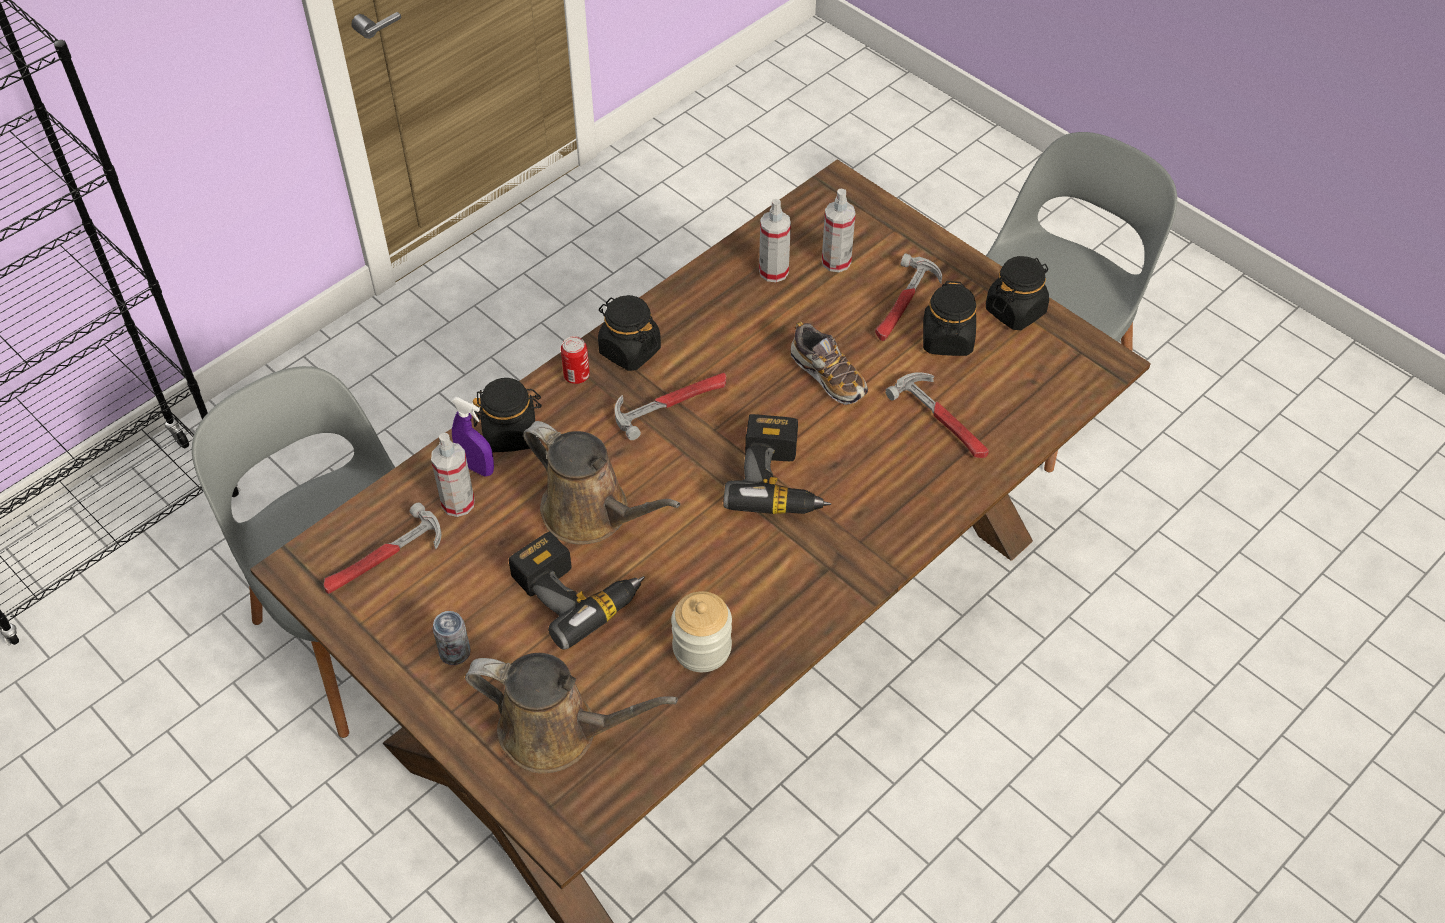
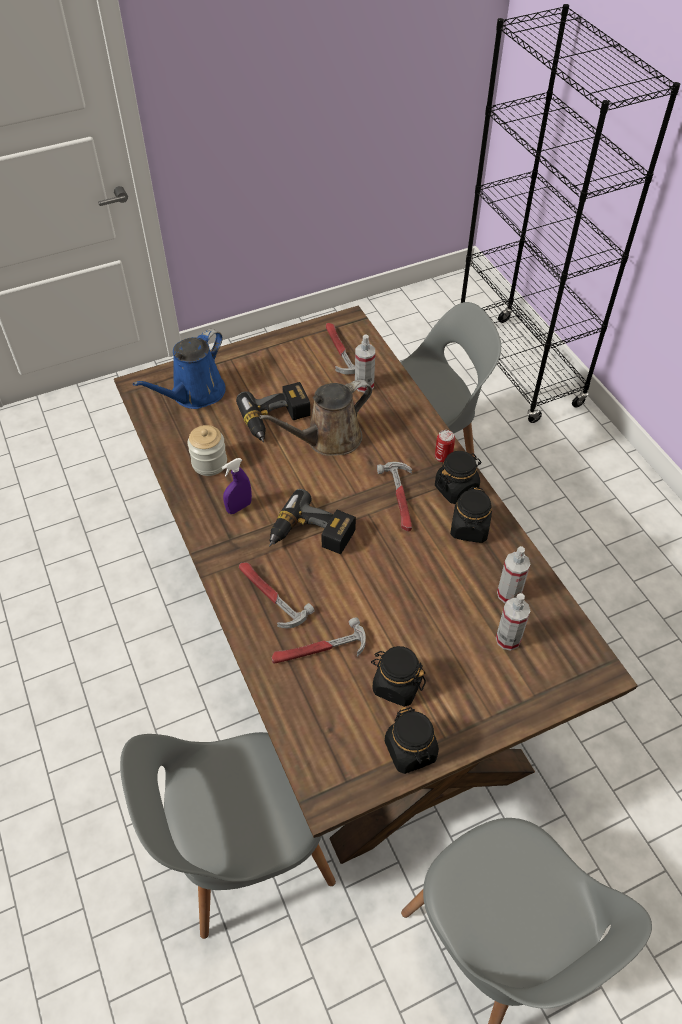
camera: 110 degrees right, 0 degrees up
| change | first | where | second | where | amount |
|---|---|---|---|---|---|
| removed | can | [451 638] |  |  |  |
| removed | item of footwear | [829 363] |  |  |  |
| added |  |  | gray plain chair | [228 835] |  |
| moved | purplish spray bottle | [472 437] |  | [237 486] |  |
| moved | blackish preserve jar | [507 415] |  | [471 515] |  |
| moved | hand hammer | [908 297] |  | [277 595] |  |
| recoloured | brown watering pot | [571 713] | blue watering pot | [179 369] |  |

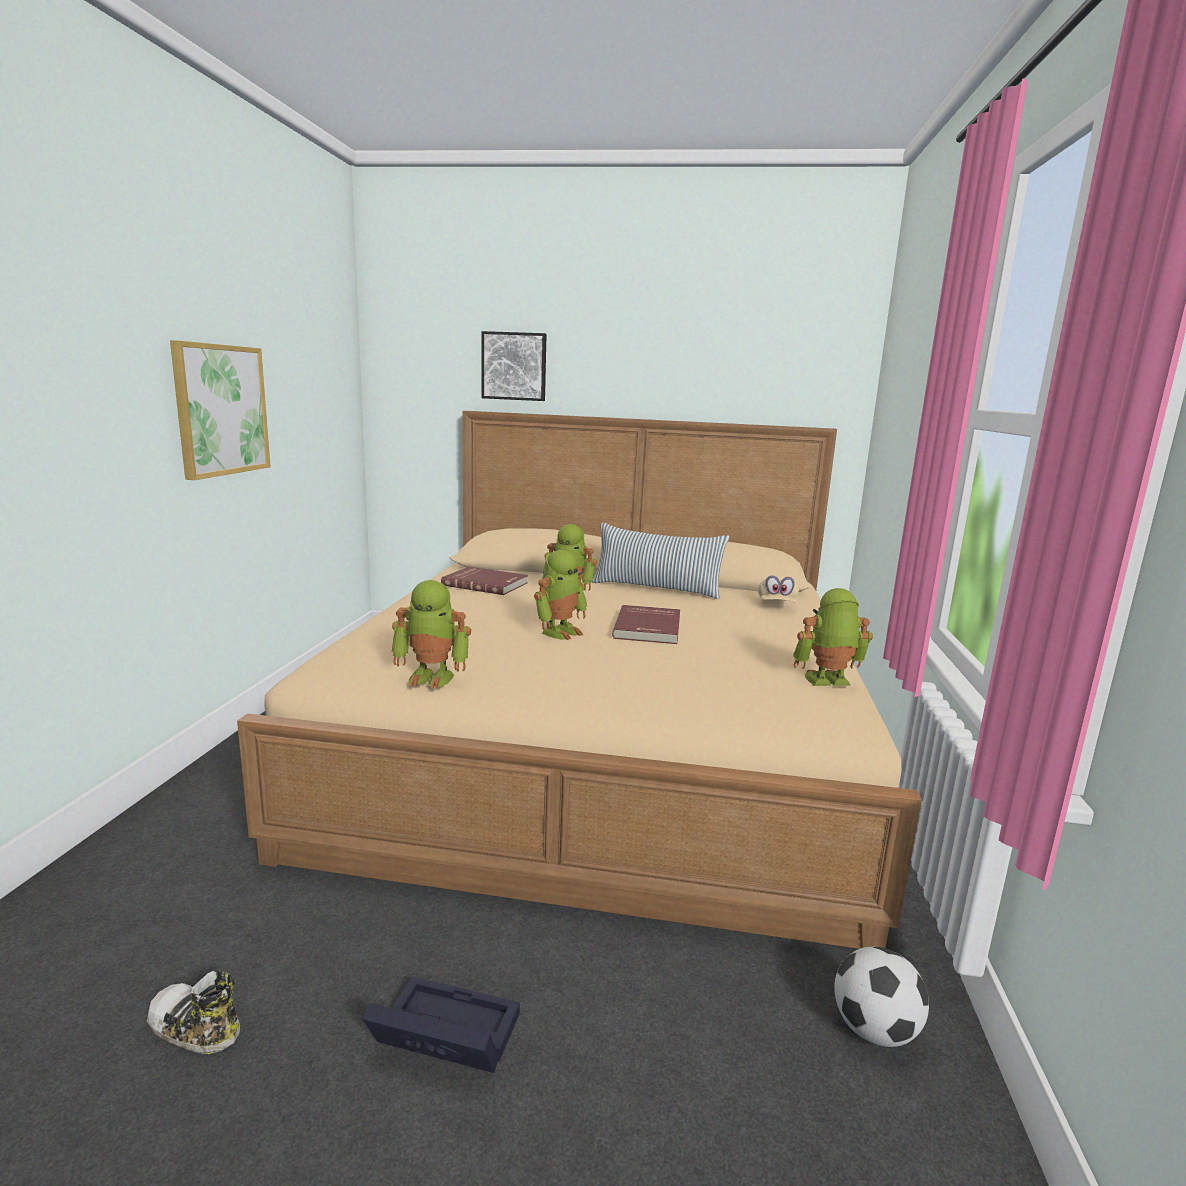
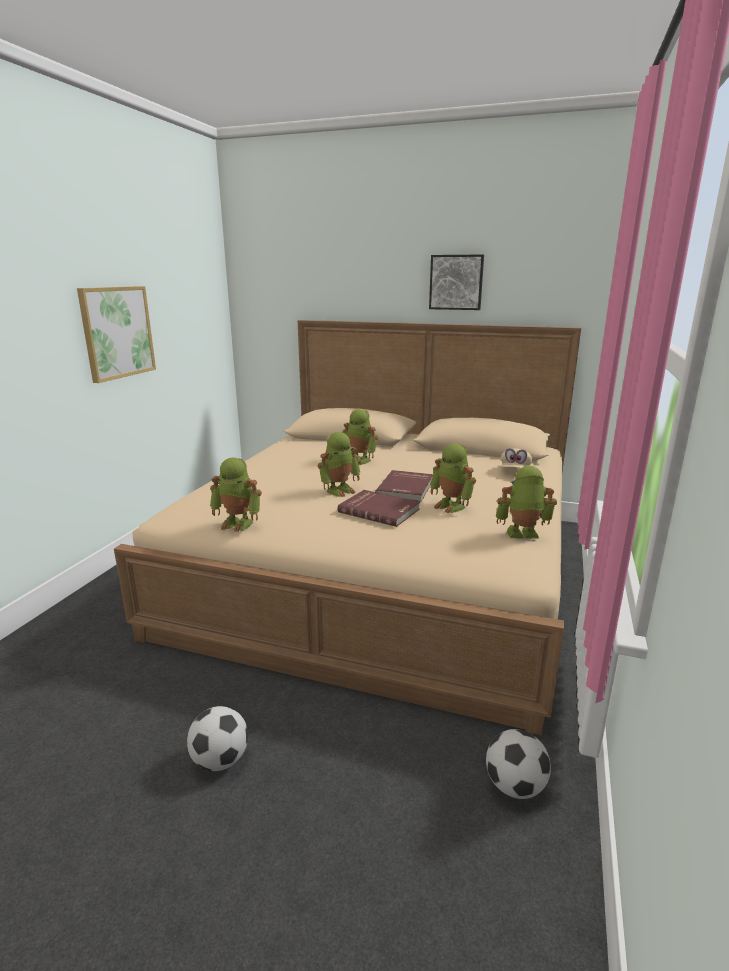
camera: 10 degrees right, 5 degrees up
| change | first | where | second | where | amount |
|---|---|---|---|---|---|
| removed | item of footwear | [193 1012] |  |  |  |
| removed | throw pillow | [660 561] |  |  |  |
| added |  |  | robot figure | [453 478] |  |
| moved | reddish volume | [484 581] |  | [379 508] |  |
| moved | picture | [514 366] |  | [456 282] |  |
| replaced | blackish storage bin | [441 1024] | football ball | [217 738] |  |

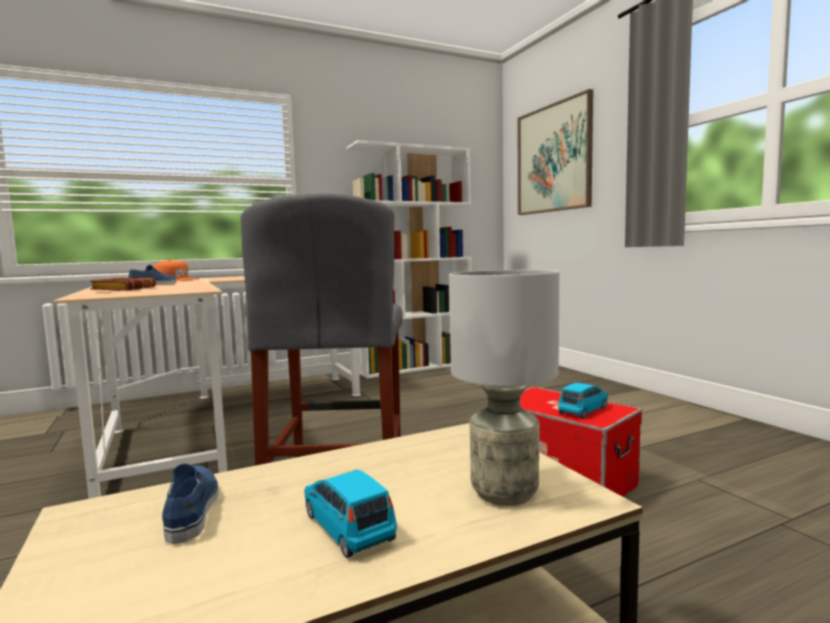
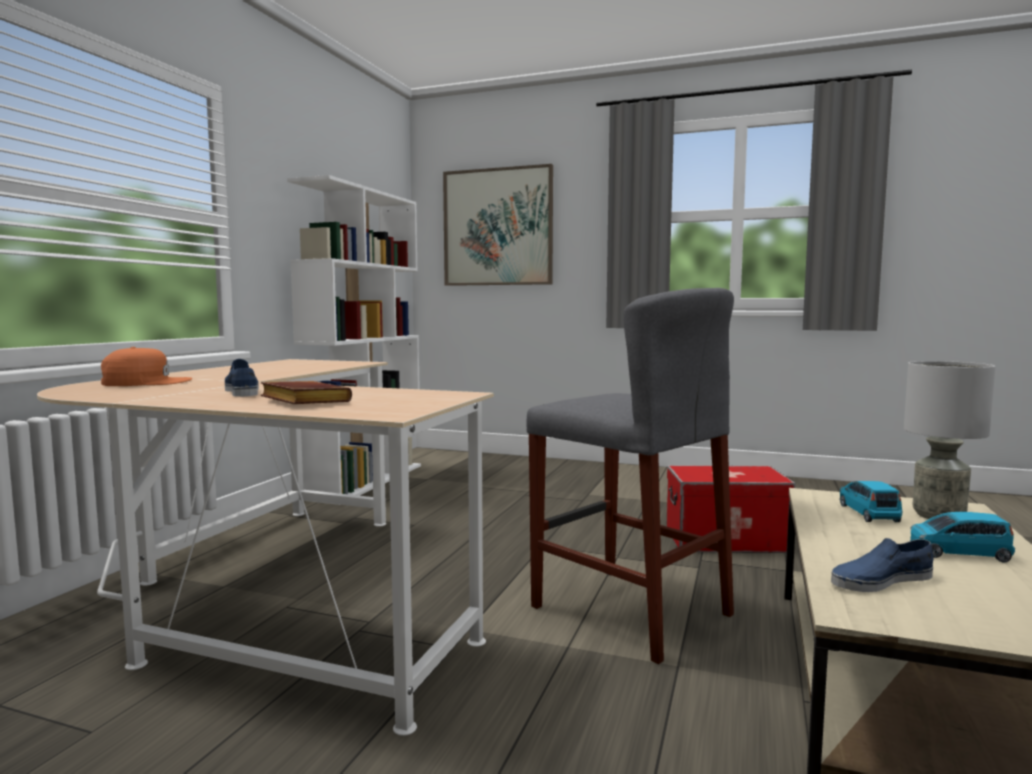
camera: 45 degrees left, 0 degrees up
| change | first | where | second | where | amount |
|---|---|---|---|---|---|
| moved | blue model car | [583 401] |  | [871 501] |  |
| turned | blue item of footwear | [190 503] |  | [882 565] | 45 degrees counterclockwise |

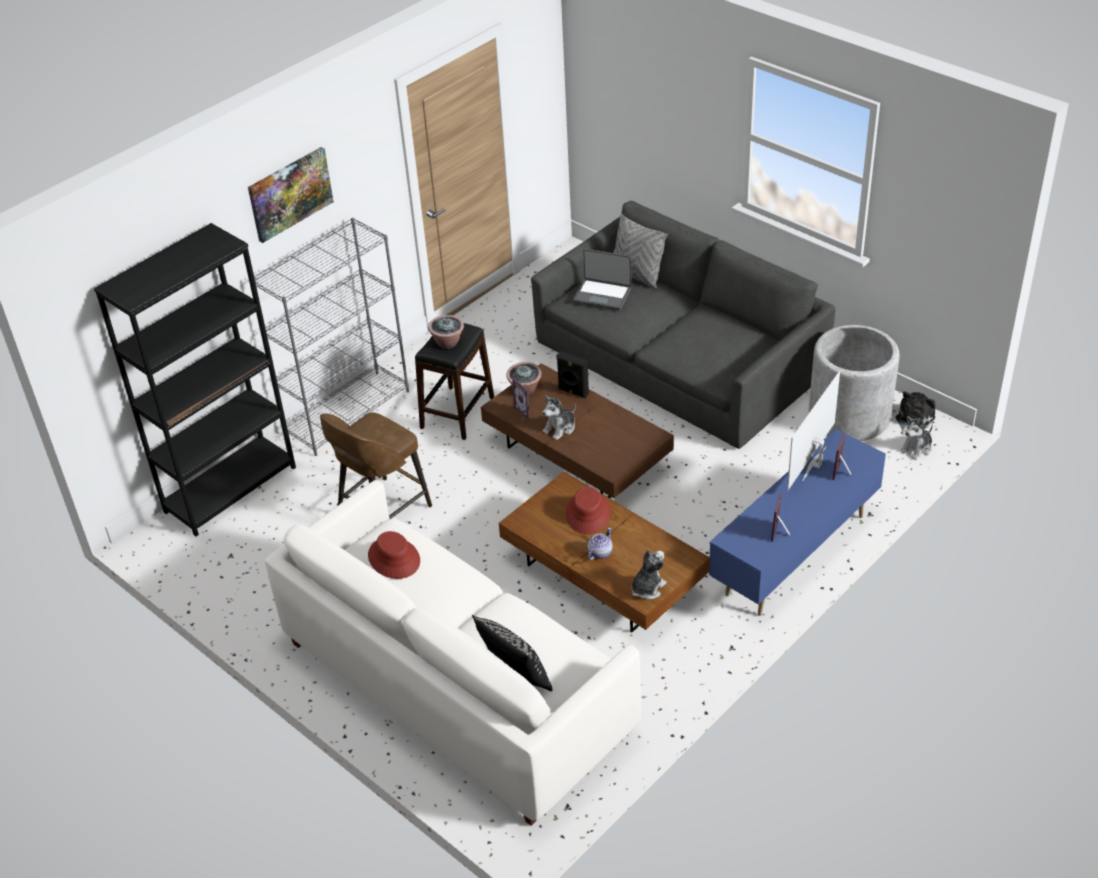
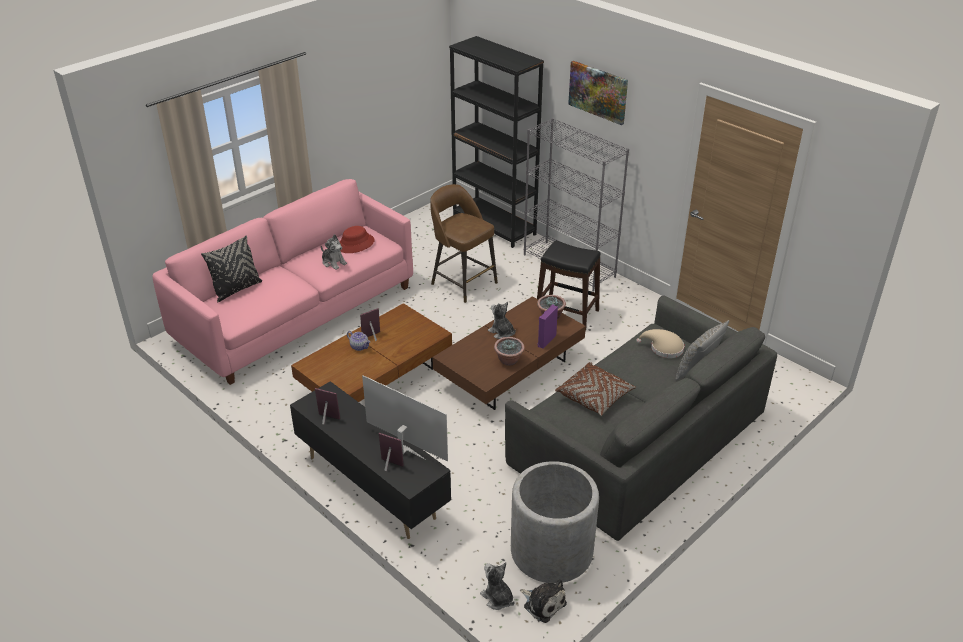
camera: 90 degrees right, 5 degrees down
| change | first | where | second | where | amount |
|---|---|---|---|---|---|
| removed | reddish wearable hat | [588 510] |  |  |  |
| added |  |  | brown throw pillow | [595 389] |  |
| moved | potted plant | [446 332] |  | [509 351] |  |
| moved | picture frame | [520 399] |  | [370 324] |  |
| moved | cuddly toy | [649 575] |  | [334 252] |  |
| replaced | portable computer | [602 279] | sand-coloured wearable hat | [660 343] |  |
| recoloured | whitish couch | [453 653] | pink-coloured couch | [283 282] |  |
| recoloured | blackish loudspeaker | [572 375] | purplish loudspeaker | [548 326] |  |
| recoloured | blue media console | [797 522] | blackish media console | [370 460] |  |

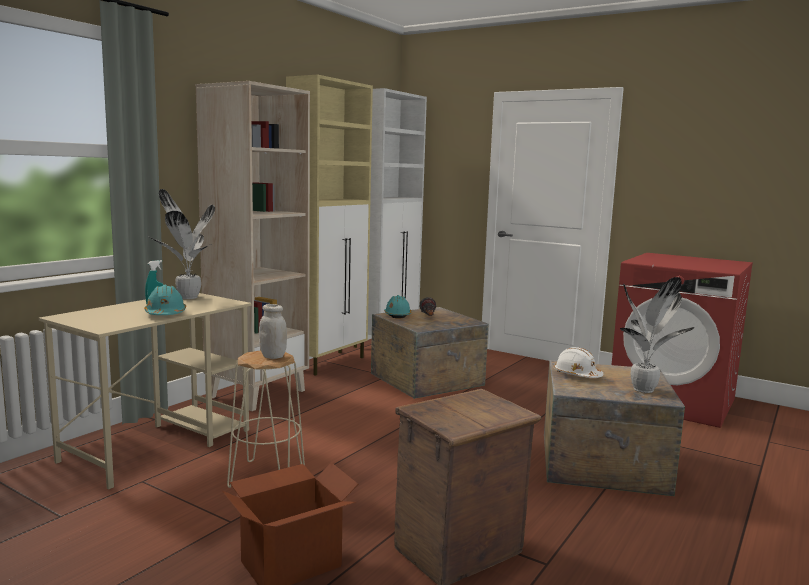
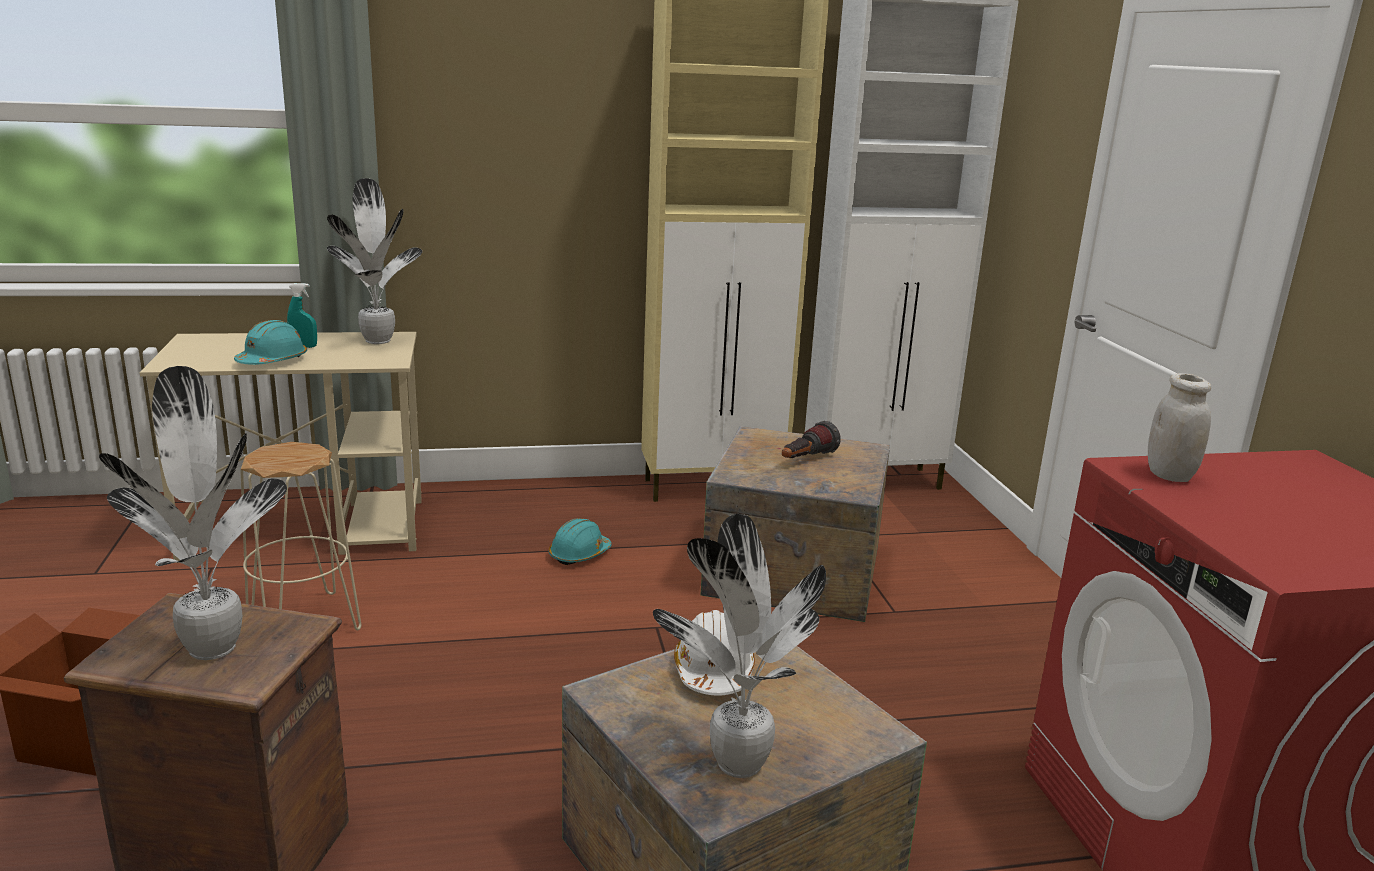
camera: 45 degrees right, 10 degrees up
| change | first | where | second | where | amount |
|---|---|---|---|---|---|
| removed | sand-coloured bookcase | [253 246] |  |  |  |
| added |  |  | potted plant | [193 513] |  |
| moved | whitish preserve jar | [273 331] |  | [1179 427] |  |
| moved | turquoise-coloured hard hat | [398 307] |  | [580 541] |  |

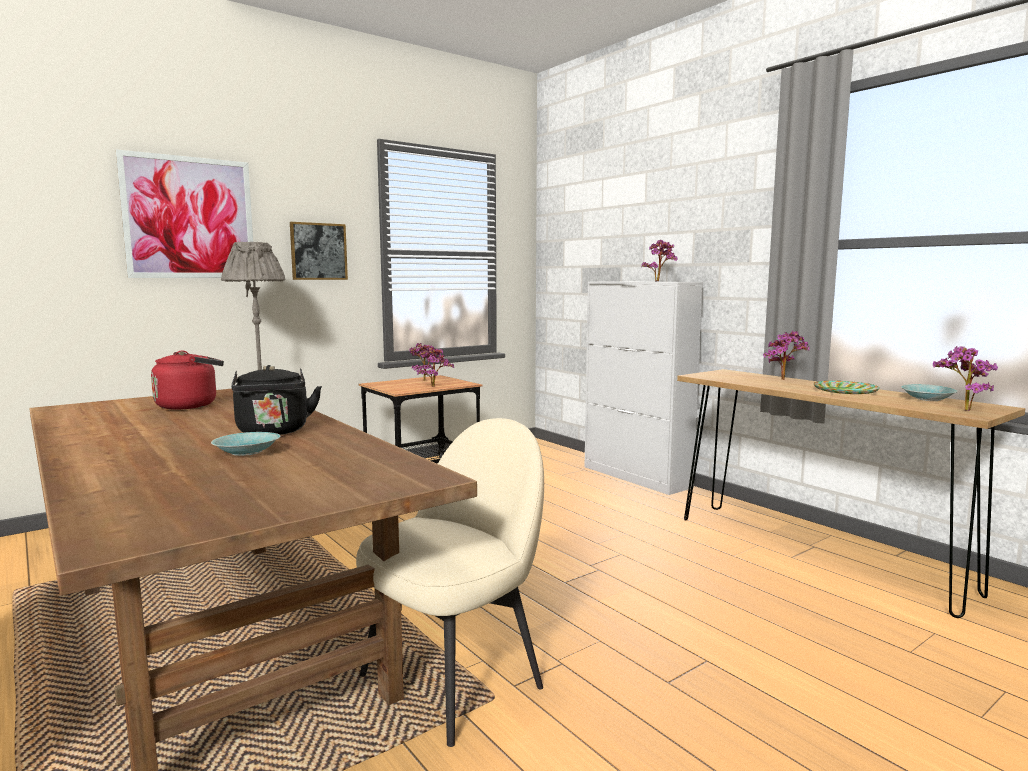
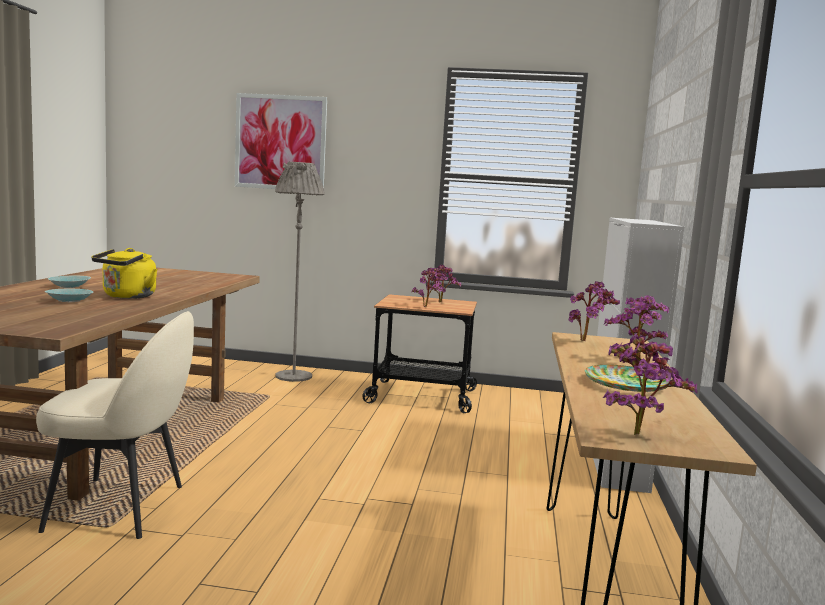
camera: 45 degrees right, 0 degrees up
| change | first | where | second | where | amount |
|---|---|---|---|---|---|
| removed | reddish kettle | [187 380] |  |  |  |
| removed | picture | [319 251] |  |  |  |
| moved | potted plant | [659 261] |  | [594 311] |  |
| moved | turquoise-coloured serving bowl | [929 392] |  | [69 282] |  |
| recoloured | blackish kettle | [276 400] | yellowish kettle | [124 273] |  |

